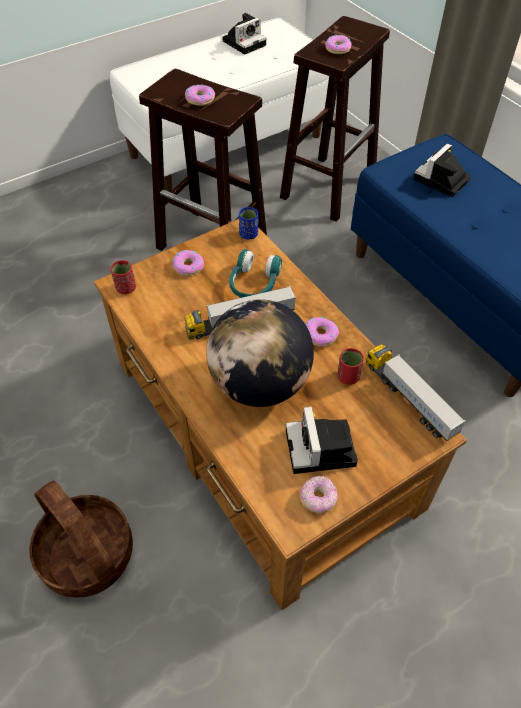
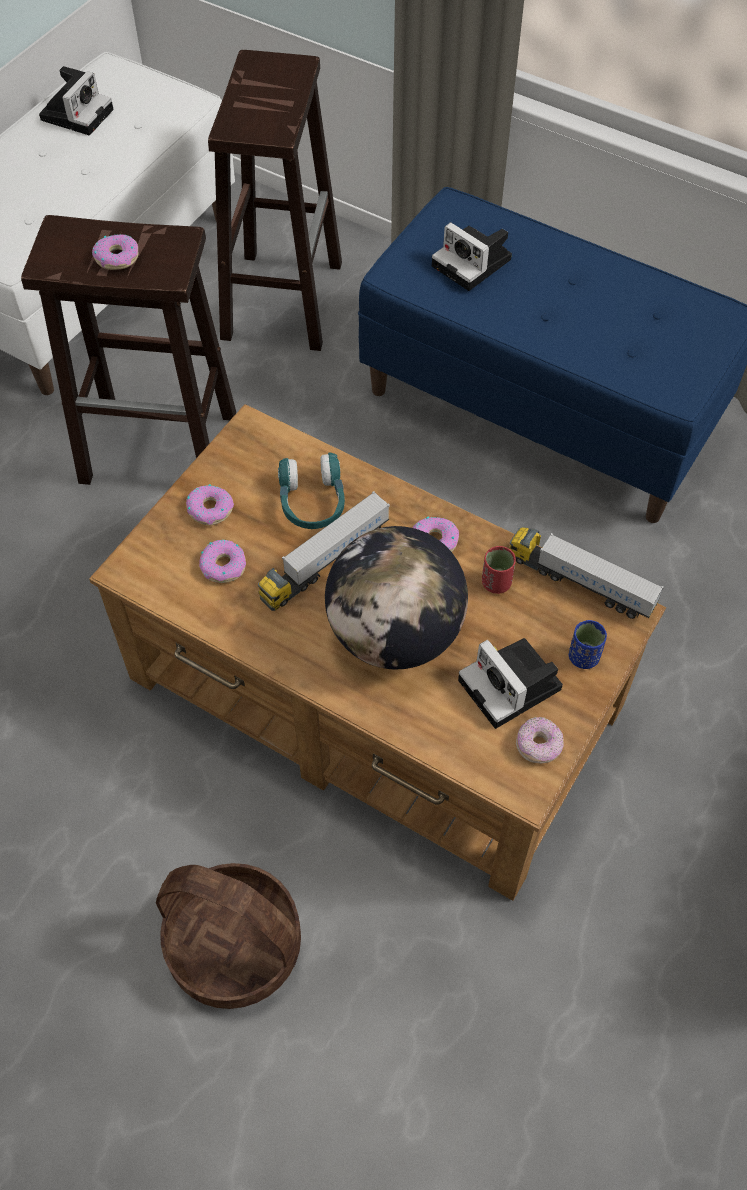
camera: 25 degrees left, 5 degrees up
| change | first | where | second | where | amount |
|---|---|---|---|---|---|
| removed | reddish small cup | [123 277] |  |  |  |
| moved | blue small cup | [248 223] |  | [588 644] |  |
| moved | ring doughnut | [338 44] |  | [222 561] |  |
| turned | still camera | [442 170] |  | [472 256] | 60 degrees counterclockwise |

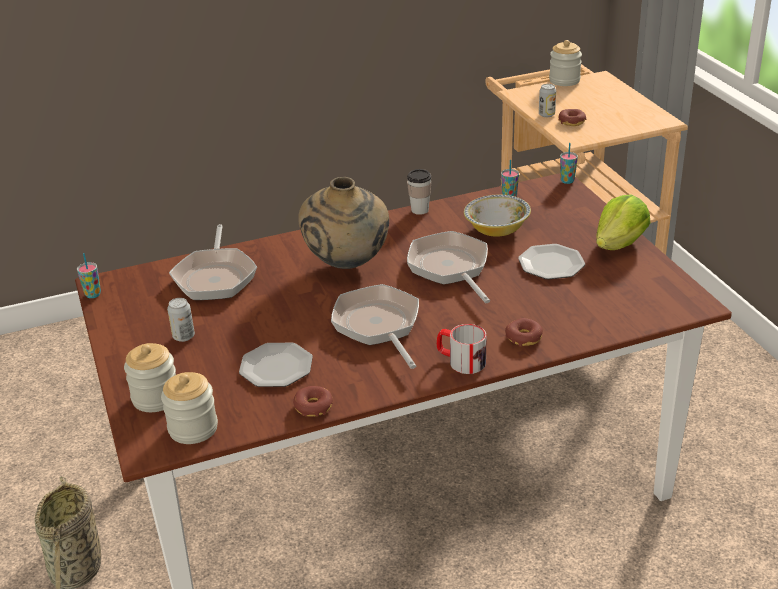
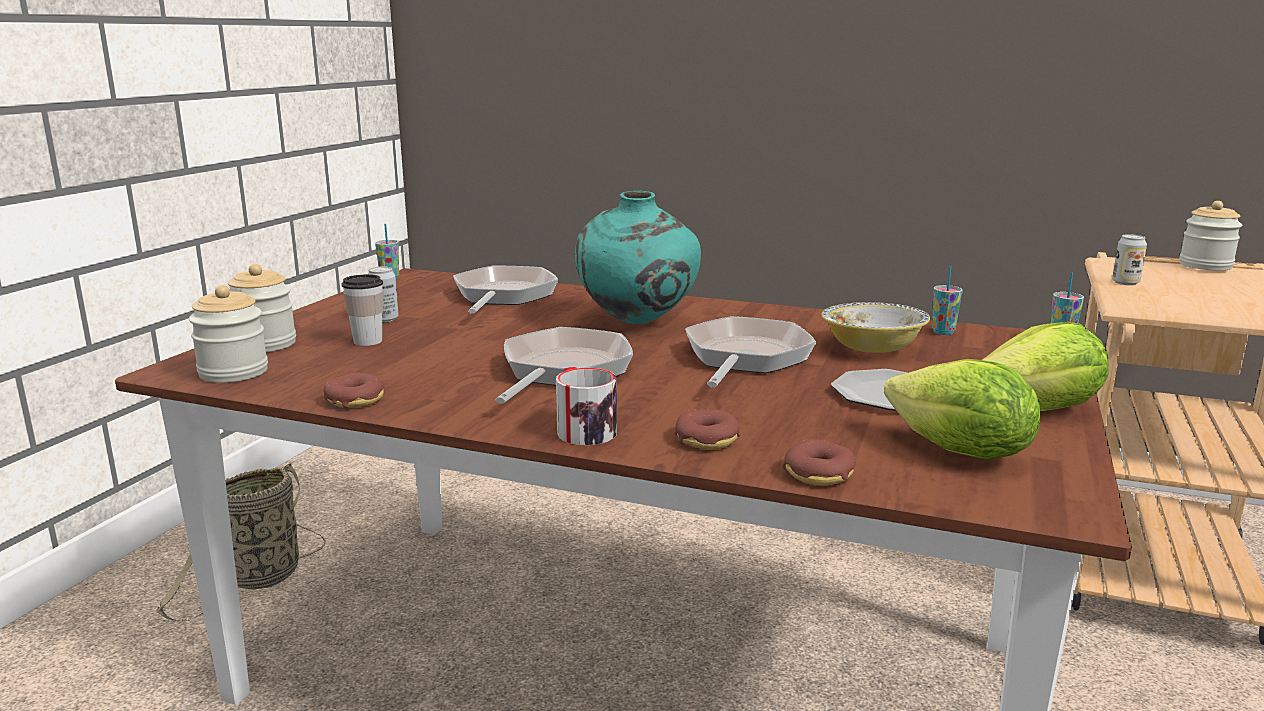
camera: 40 degrees right, 15 degrees down
| change | first | where | second | where | amount |
|---|---|---|---|---|---|
| removed | dinner plate | [276 365] |  |  |  |
| added |  |  | head of lettuce | [962 409] |  |
| moved | small cup | [419 192] |  | [362 310] |  |
| moved | ring doughnut | [572 117] |  | [819 462] |  |
| recoloured | sand-coloured vase | [343 223] | turquoise-coloured vase | [638 257] |  |
| turned | frying pan | [213 262] |  | [505 290] | 150 degrees clockwise |

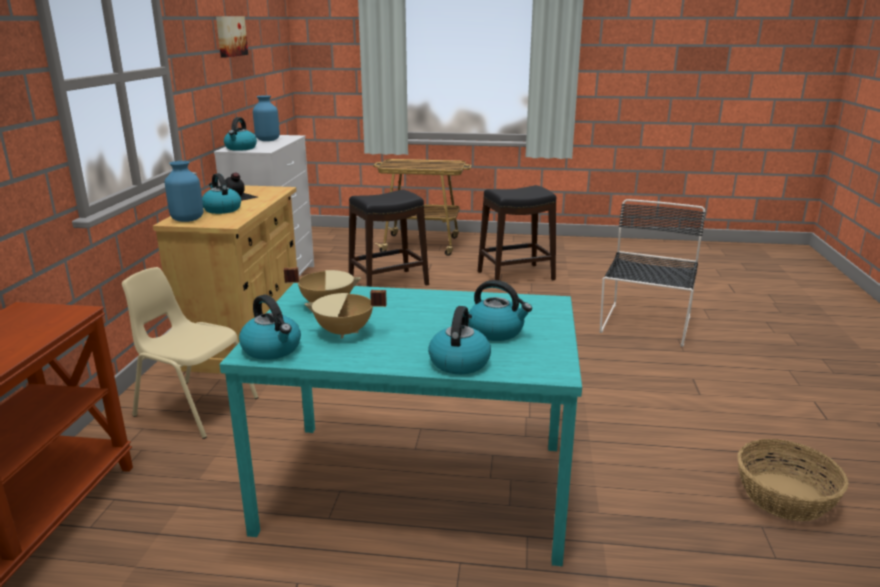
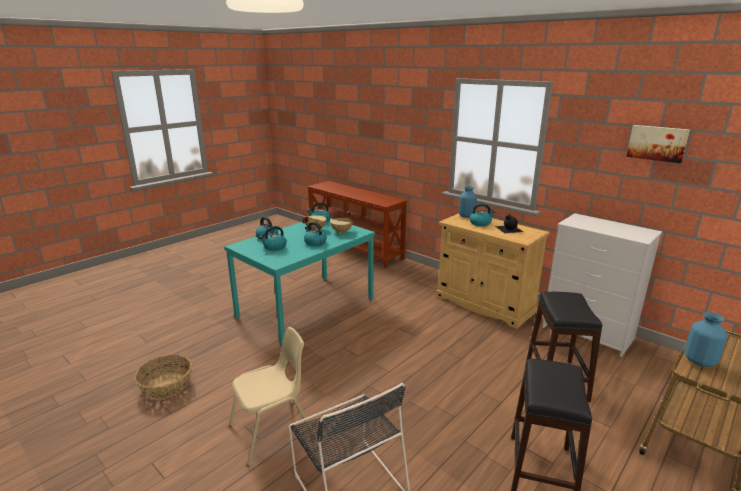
camera: 125 degrees right, 0 degrees up
| change | first | where | second | where | amount |
|---|---|---|---|---|---|
| moved | sand-coloured plain chair | [190 353] |  | [272 396] |  |
| moved | kettle | [240 134] |  | [315 234] |  |
| moved | blue vase | [266 118] |  | [706 339] |  |

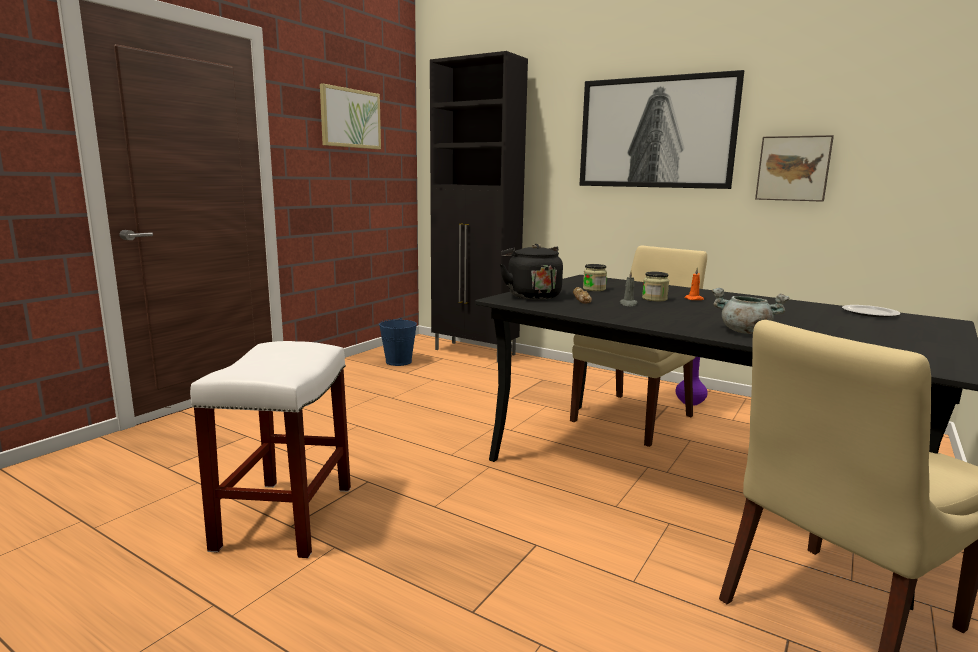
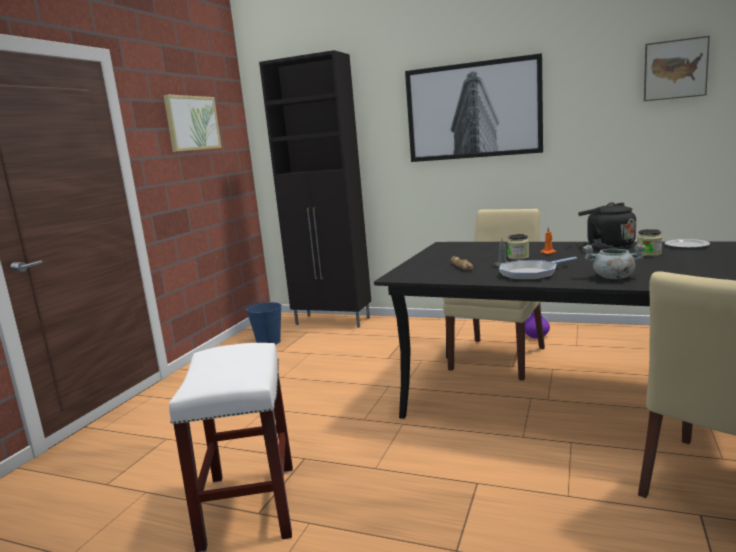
camera: 10 degrees left, 0 degrees up
| change | first | where | second | where | amount |
|---|---|---|---|---|---|
| added |  |  | frying pan | [538 268] |  |
| moved | blackish kettle | [531 272] |  | [607 225] |  |
| moved | preserve jar | [595 277] |  | [649 242] |  |
| moved | picture | [794 168] |  | [677 68] |  |

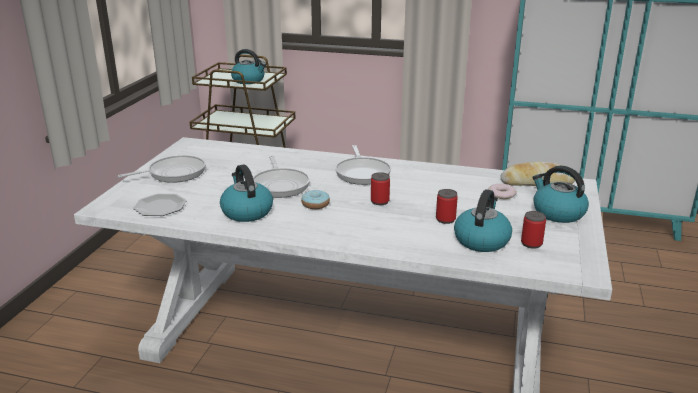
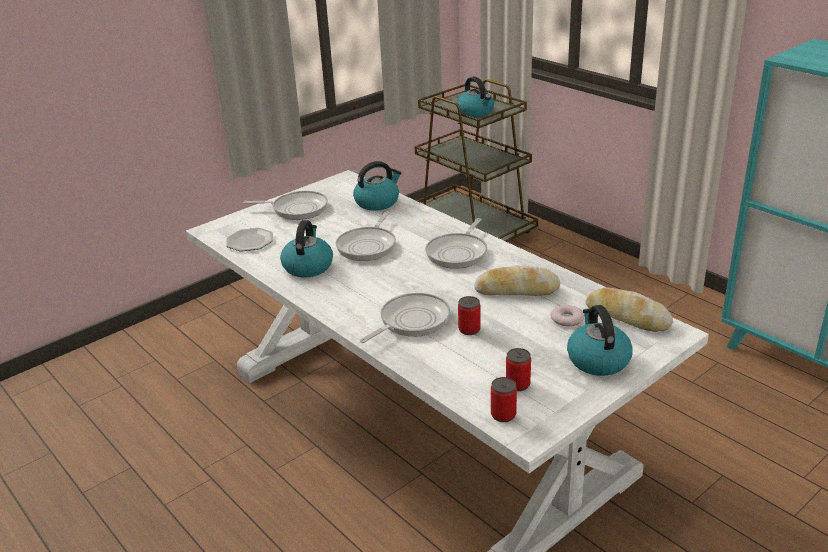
camera: 35 degrees right, 5 degrees up
| change | first | where | second | where | amount |
|---|---|---|---|---|---|
| removed | ring doughnut | [315 199] |  |  |  |
| added |  |  | frying pan | [405 318] |  |
| added |  |  | bread | [517 280] |  |
| moved | can | [380 188] |  | [504 399] |  |
| moved | kettle | [483 220] |  | [377 186] |  |

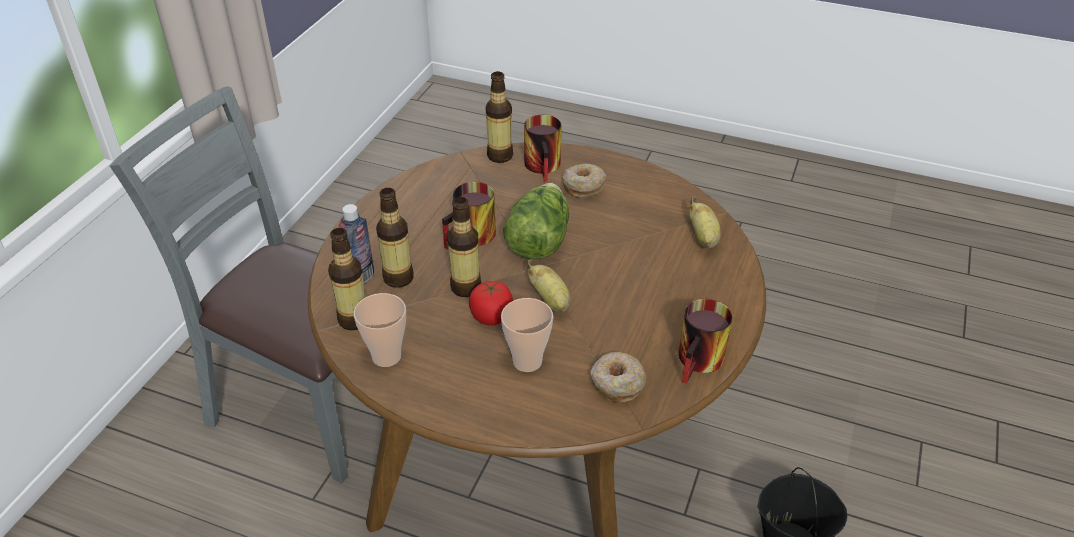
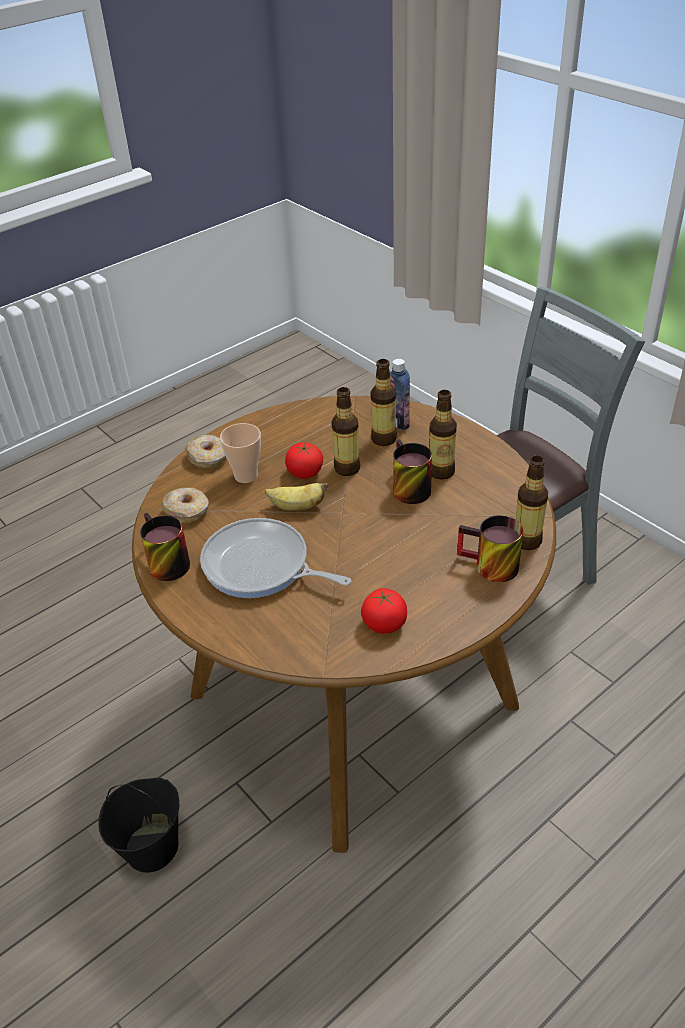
camera: 120 degrees right, 0 degrees up
| change | first | where | second | where | amount |
|---|---|---|---|---|---|
| removed | small cup | [380 330] |  |  |  |
| removed | head of lettuce | [536 221] |  |  |  |
| removed | whole banana | [705 222] |  |  |  |
| added |  |  | frying pan | [275 558] |  |
| added |  |  | fresh tomato | [384 611] |  |
| moved | drink bottle | [346 279] |  | [443 435] |  |
| moved | ring doughnut | [584 181] |  | [205 451] |  |

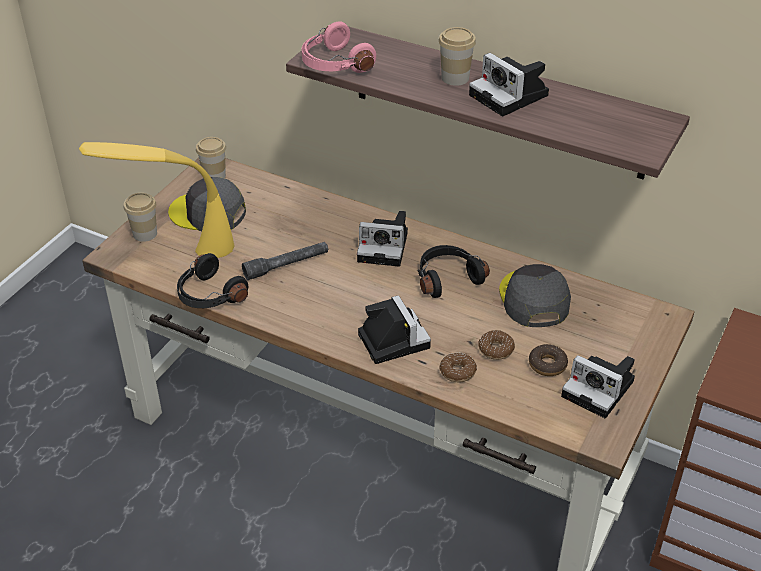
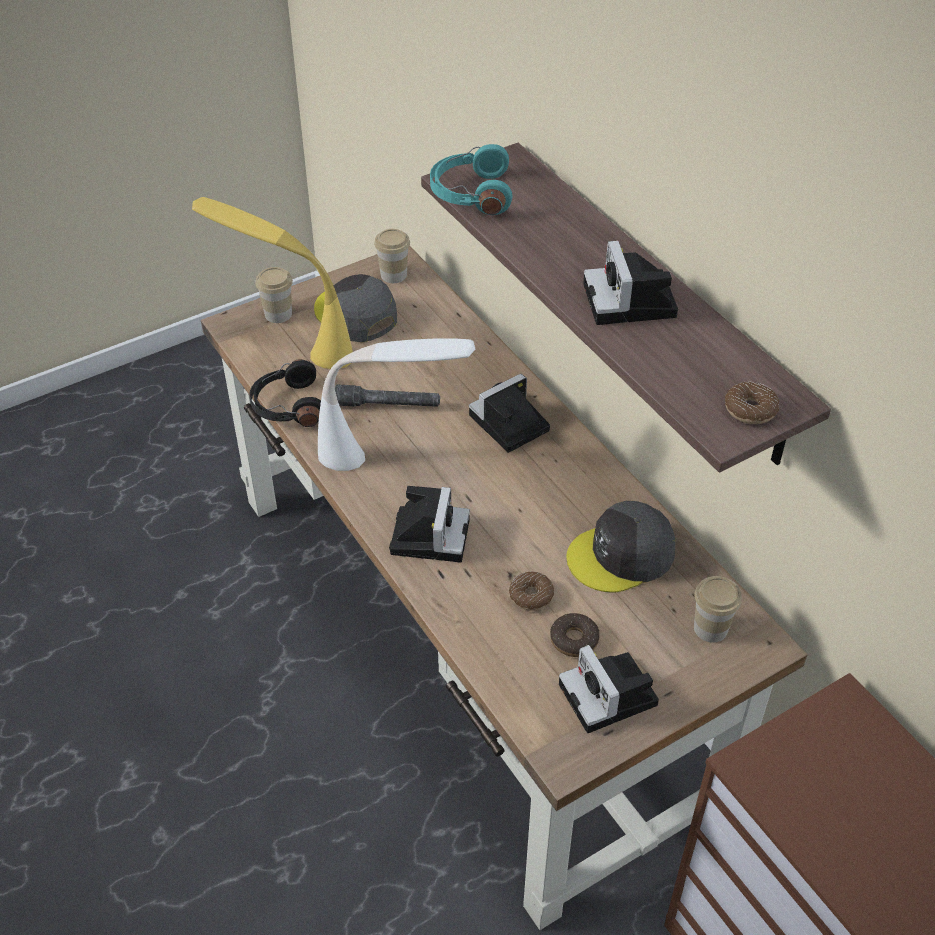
camera: 30 degrees right, 5 degrees up
| change | first | where | second | where | amount |
|---|---|---|---|---|---|
| removed | blackish pair of headphones | [453 271] |  |  |  |
| added |  |  | whitish lamp for a table | [396 404] |  |
| moved | small cup | [457 56] |  | [718 609] |  |
| moved | ring doughnut | [458 367] |  | [752 403] |  |
| recoloured | pink-coloured pair of headphones | [339 47] | turquoise-coloured pair of headphones | [471 179] |  |
| turned | still camera | [382 239] |  | [509 413] | 105 degrees clockwise |
| turned | gray baseball cap | [535 295] |  | [620 547] | 135 degrees counterclockwise |

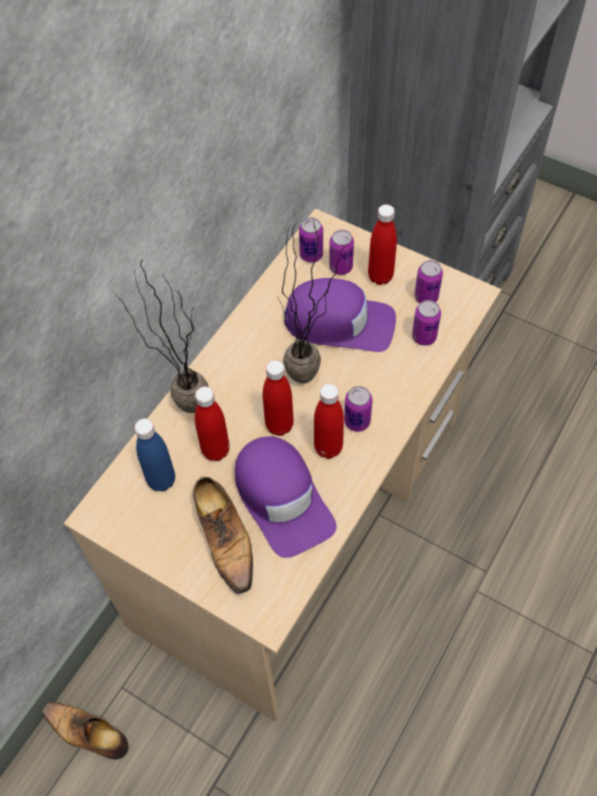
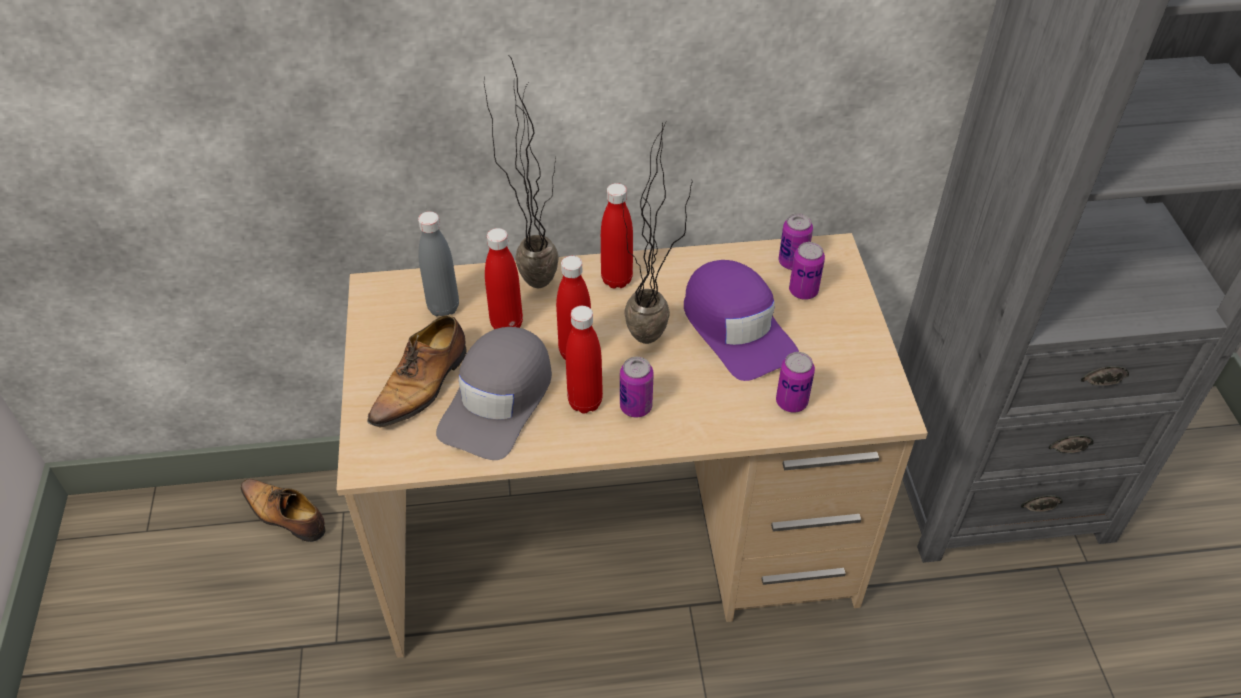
camera: 50 degrees right, 10 degrees down
| change | first | where | second | where | amount |
|---|---|---|---|---|---|
| removed | can | [428 281] |  |  |  |
| moved | reddish drink bottle | [382 244] |  | [617 235] |  |
| recoloured | blue drink bottle | [154 454] | gray drink bottle | [438 263] |  |
| recoloured | purplish baseball cap | [286 497] | gray baseball cap | [494 393] |  |
| turned | item of footwear | [85 731] |  | [283 510] | 45 degrees counterclockwise |

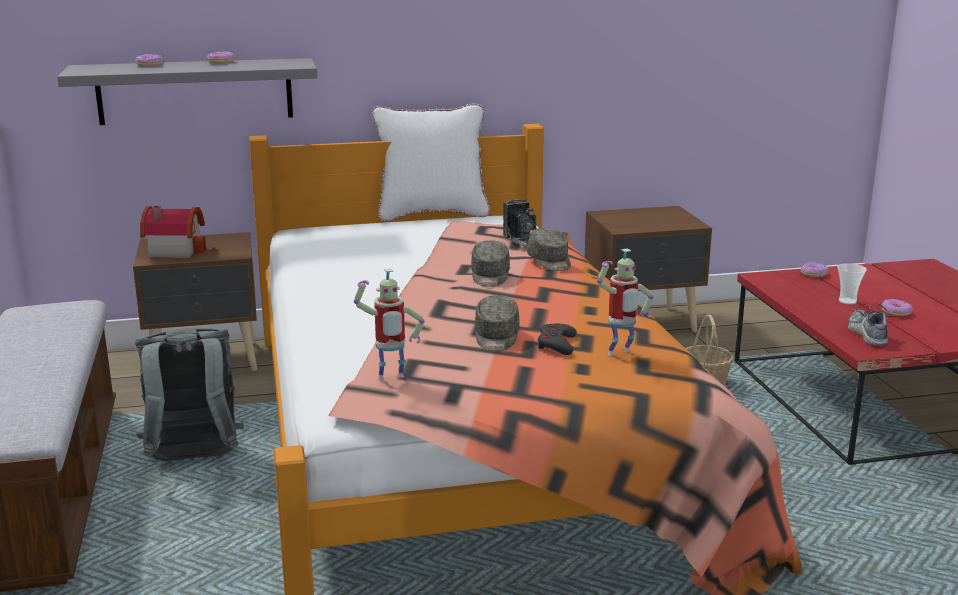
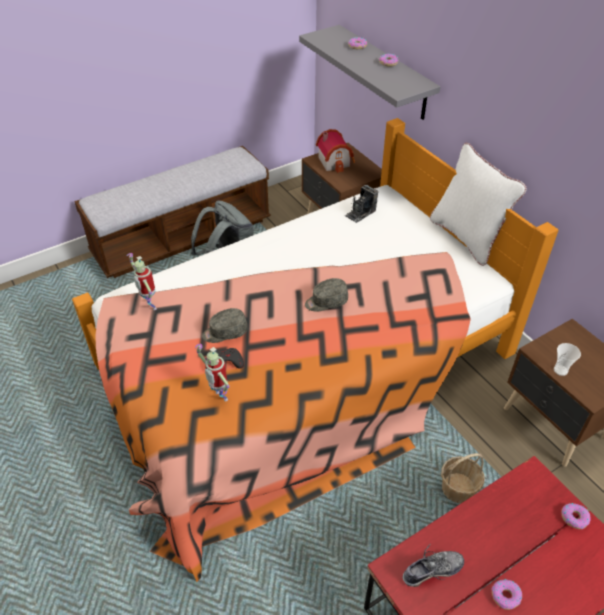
camera: 70 degrees right, 25 degrees up
| change | first | where | second | where | amount |
|---|---|---|---|---|---|
| removed | gray baseball cap | [549 249] |  |  |  |
| moved | still camera | [520 223] |  | [361 204] |  |
| moved | small cup | [852 284] |  | [567 359] |  |

